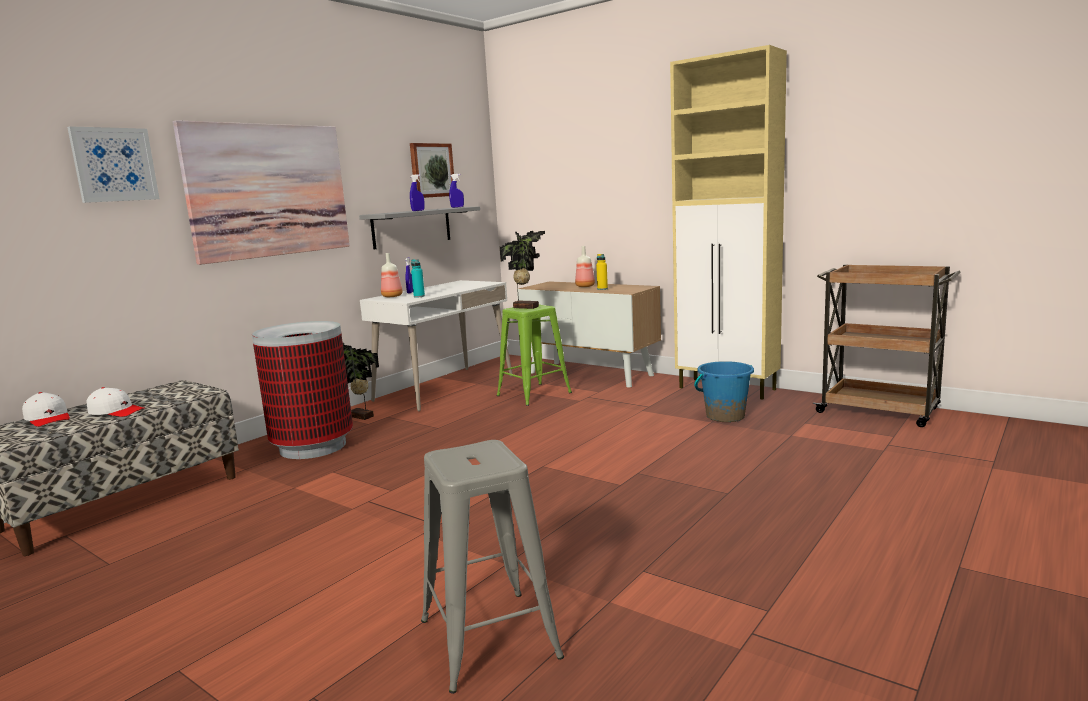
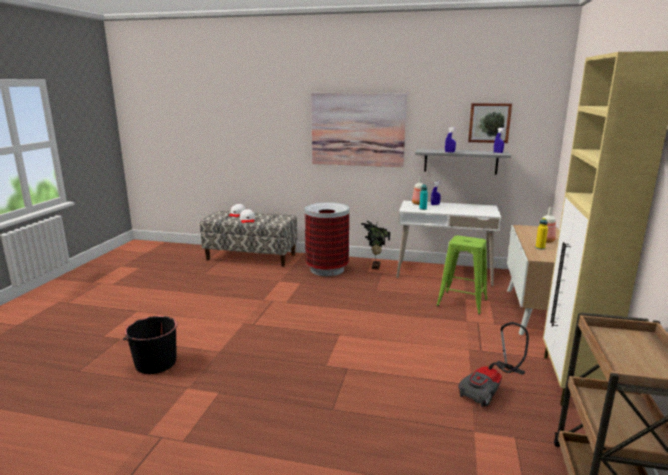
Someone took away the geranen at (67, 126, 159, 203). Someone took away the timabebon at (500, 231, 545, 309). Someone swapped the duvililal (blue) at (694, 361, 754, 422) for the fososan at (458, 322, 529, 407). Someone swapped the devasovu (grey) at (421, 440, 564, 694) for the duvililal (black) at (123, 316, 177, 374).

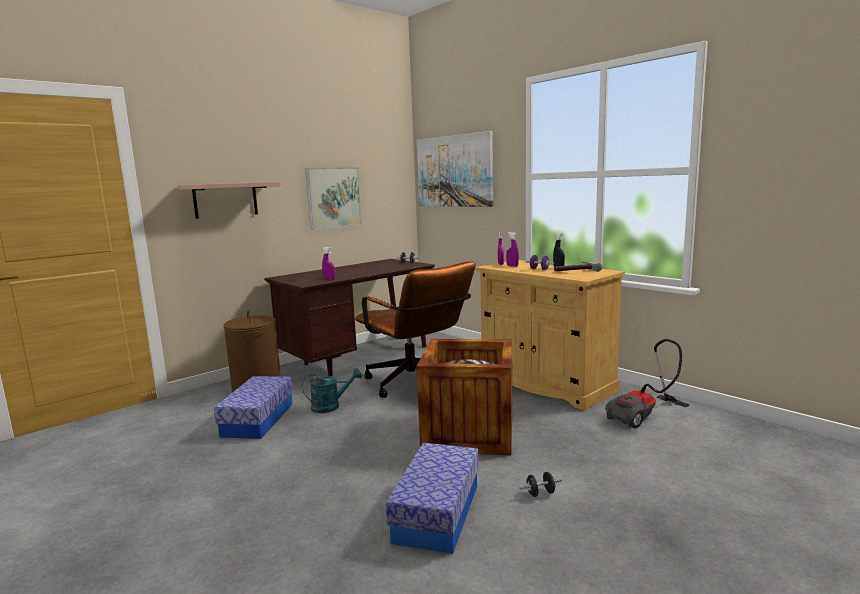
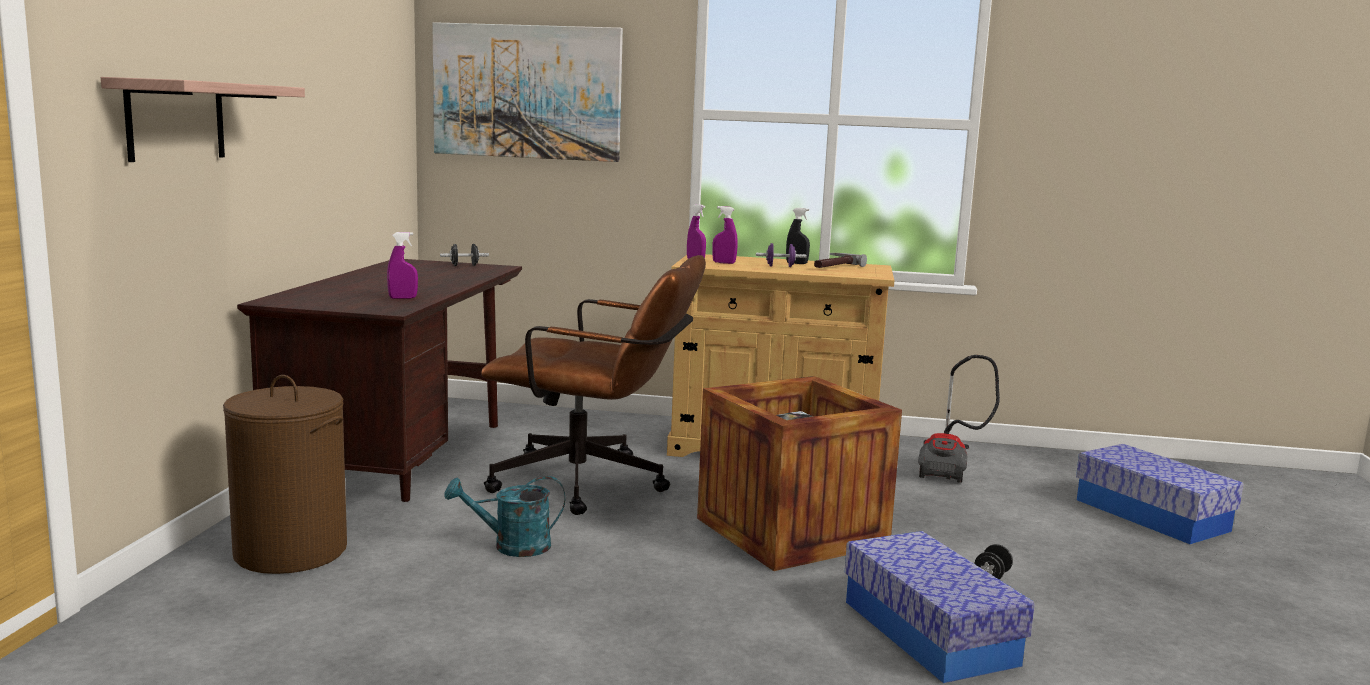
Someone took away the geranen at (305, 167, 362, 230). Someone rotated the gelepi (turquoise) at (302, 368, 362, 413) by 135 degrees counterclockwise. Someone carried the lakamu from (214, 376, 293, 439) to (1076, 444, 1244, 544).

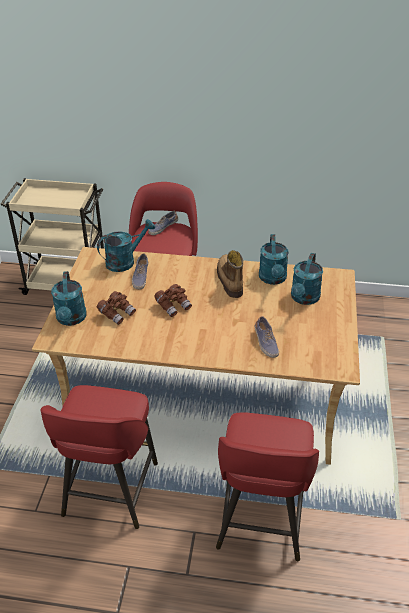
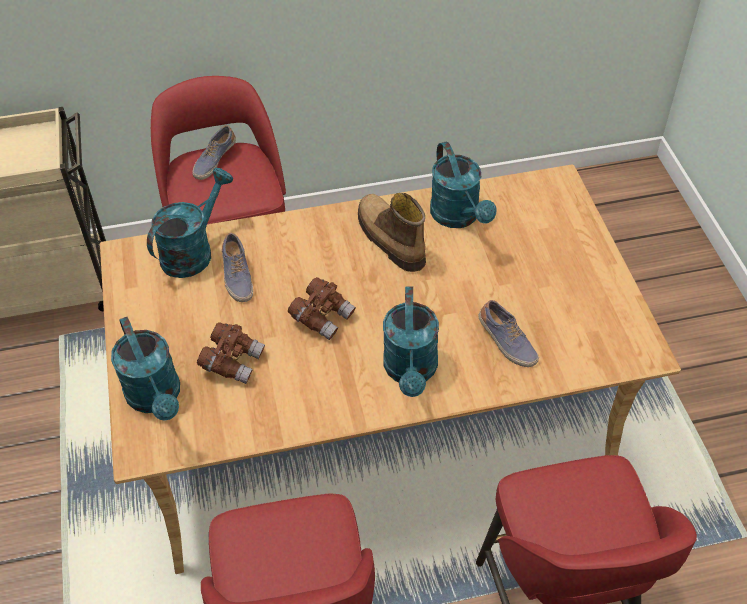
Someone carried the gelepi (turquoise) from (291, 253, 323, 305) to (383, 287, 439, 397).

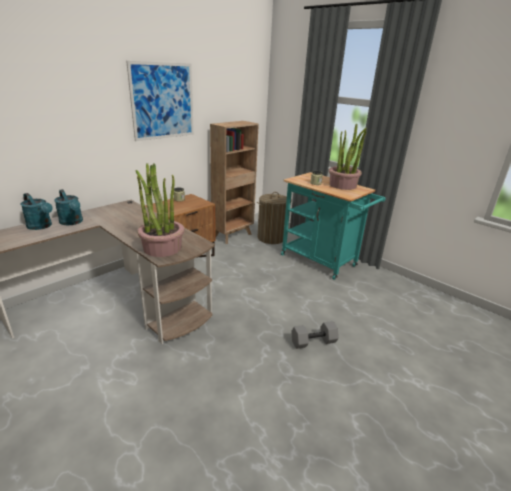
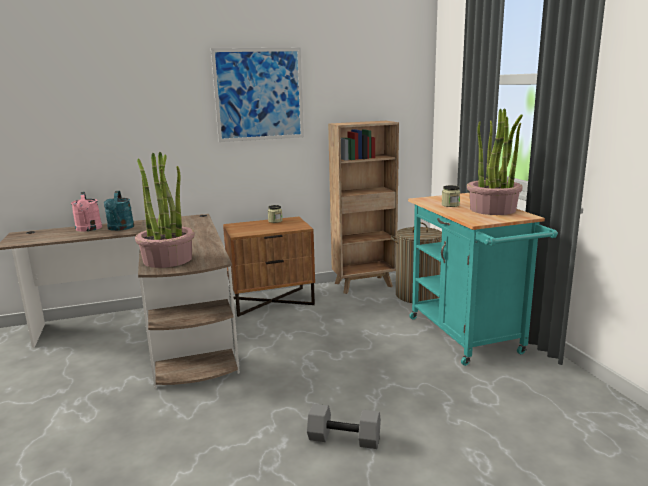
Someone repainted the gelepi (turquoise) at (21, 193, 53, 230), which became the gelepi (pink) at (71, 192, 102, 231).

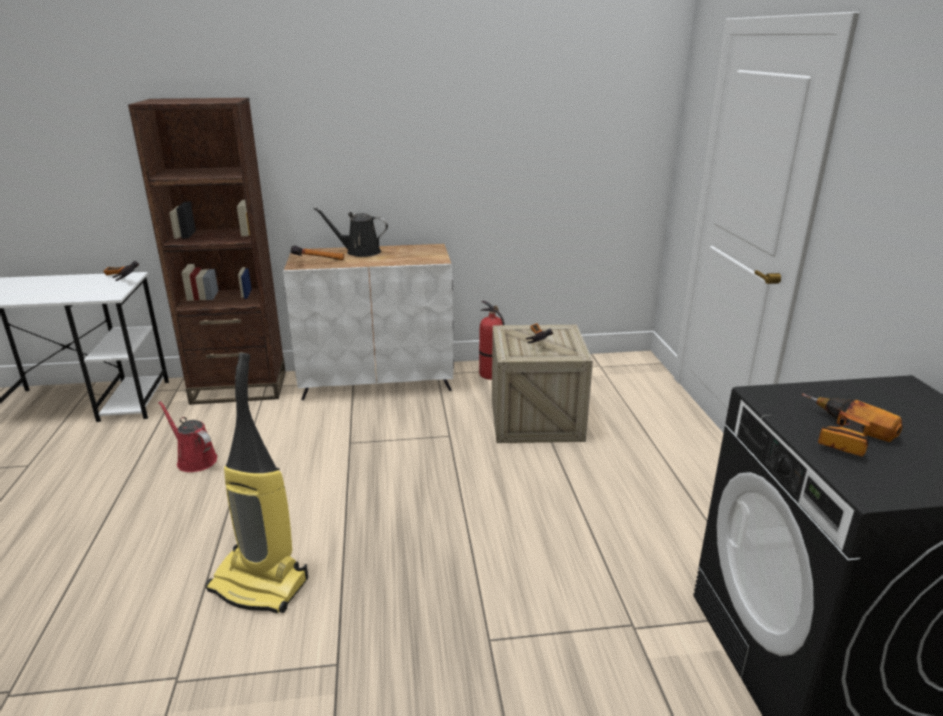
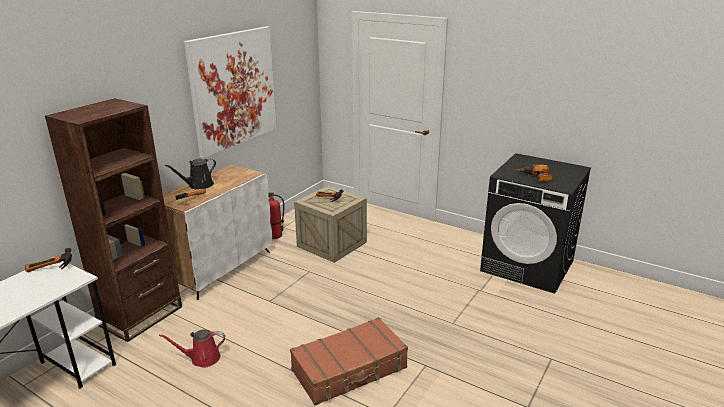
Someone swapped the fososan at (206, 353, 308, 614) for the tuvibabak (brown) at (290, 317, 408, 406). Someone put up the geranen at (184, 26, 277, 158).

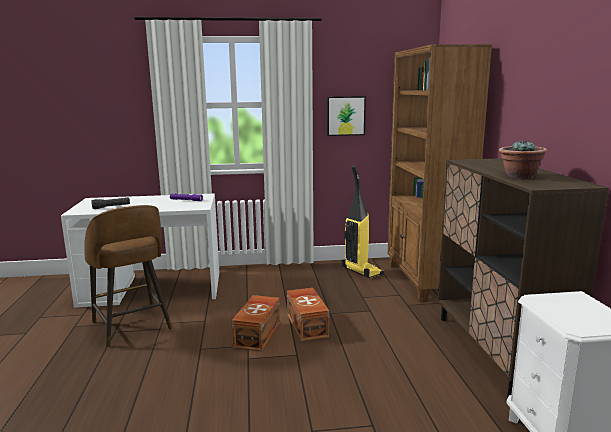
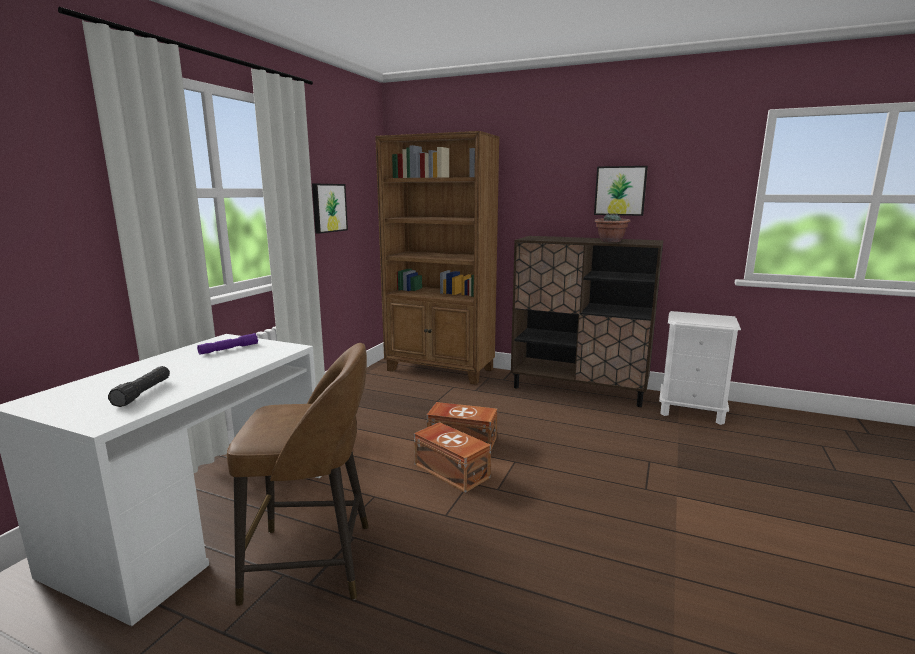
Someone took away the fososan at (342, 165, 384, 278). Someone put up the geranen at (594, 166, 648, 216).

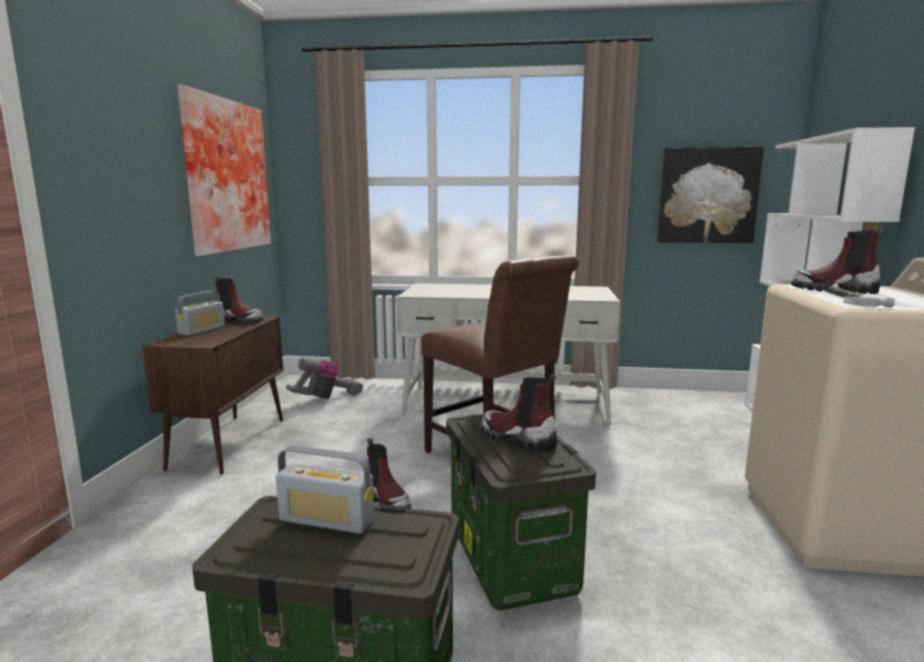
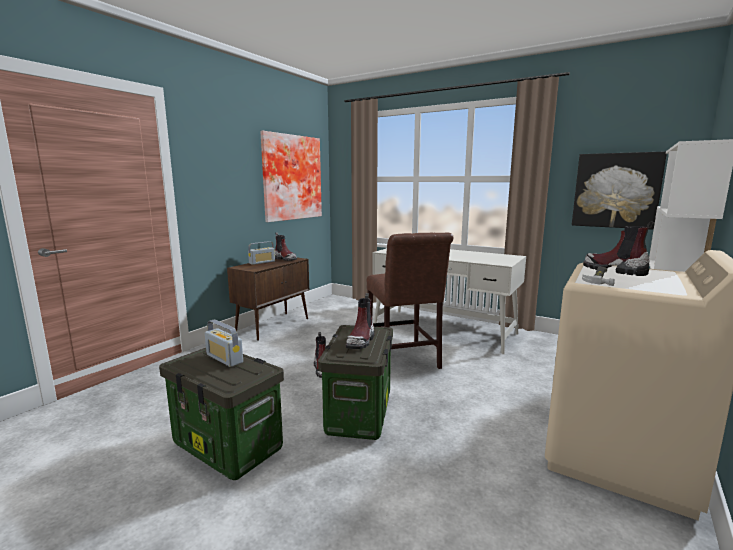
Someone took away the fososan at (286, 358, 363, 399). Someone rotated the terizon at (481, 375, 557, 453) by 135 degrees counterclockwise.

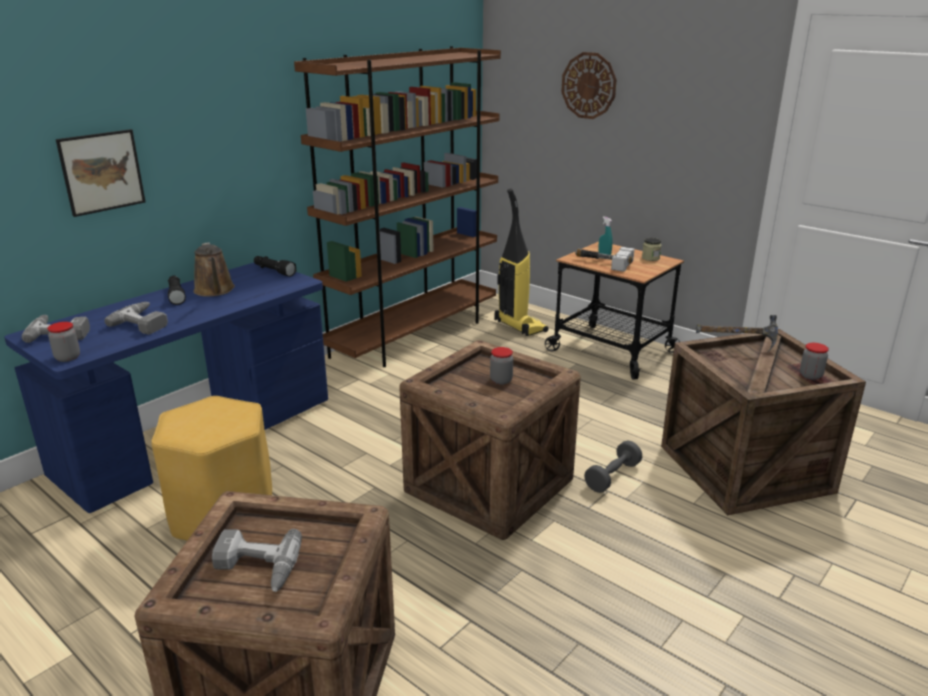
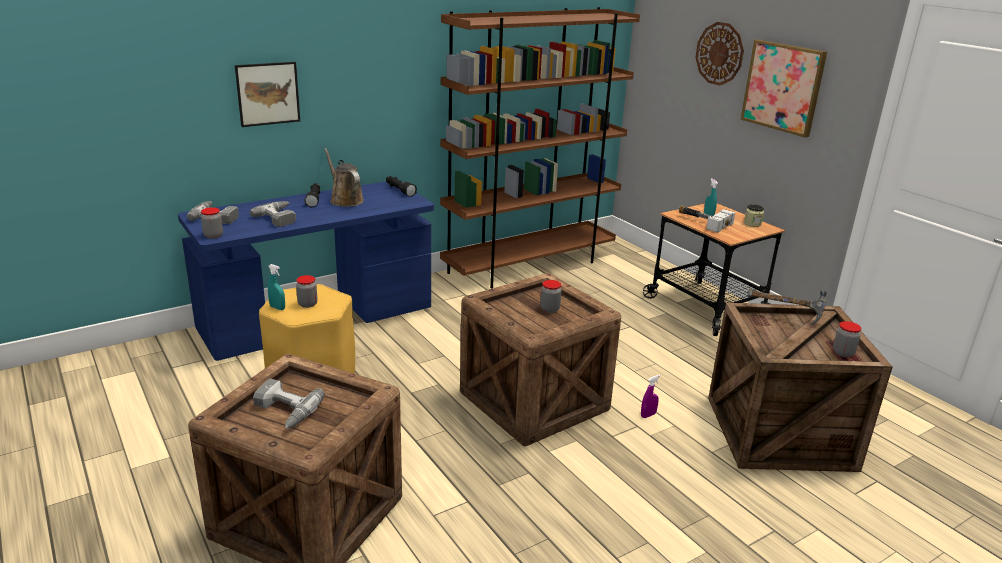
Someone took away the fososan at (495, 188, 549, 336). Someone rotated the gelepi (brown) at (194, 242, 235, 297) by 150 degrees clockwise. Someone swapped the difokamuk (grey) at (584, 441, 642, 493) for the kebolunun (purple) at (641, 375, 660, 418). Someone put up the geranen at (741, 39, 827, 138). Someone put down the kebolunun (turquoise) at (268, 264, 285, 310). Someone put down the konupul at (296, 275, 318, 308).

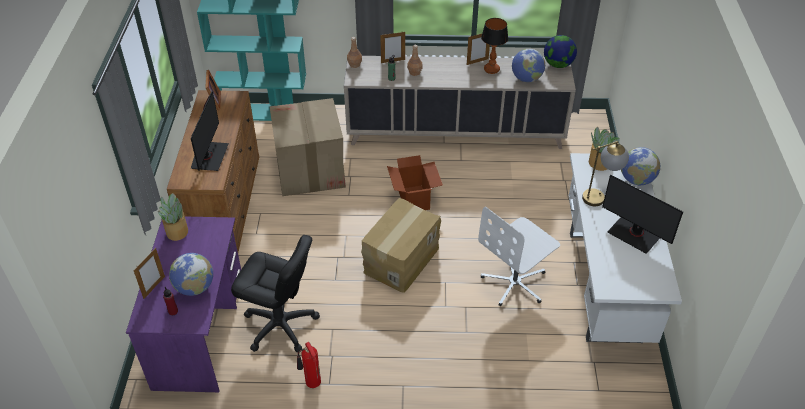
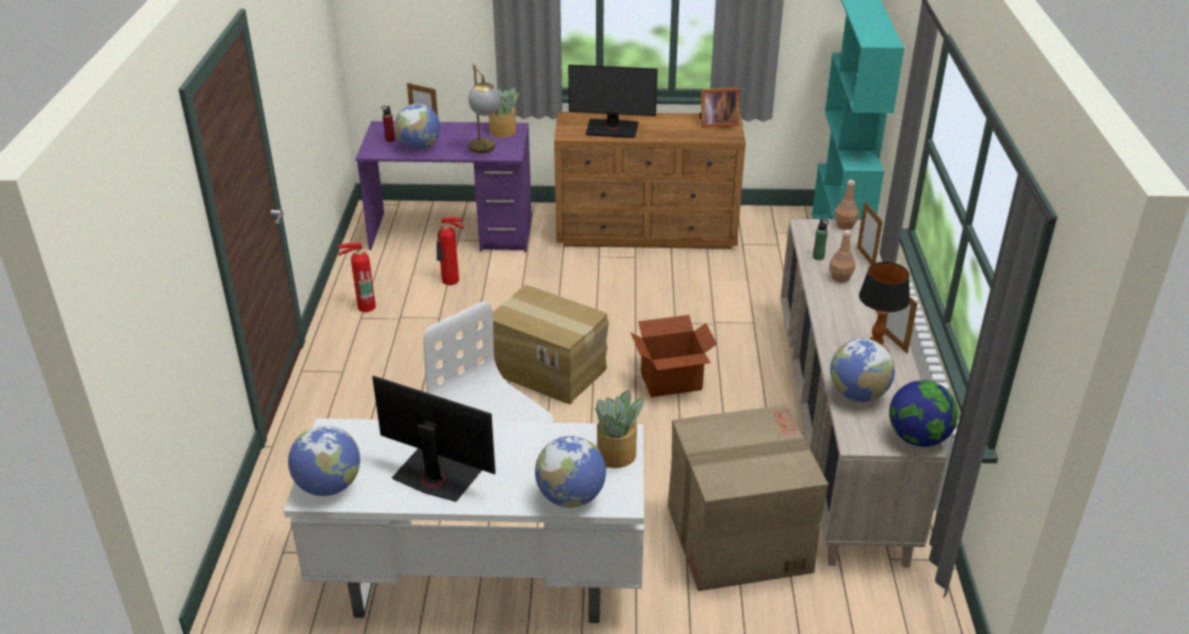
Someone carried the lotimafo from (269, 98, 346, 196) to (668, 405, 828, 591). Someone carried the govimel from (582, 141, 629, 206) to (468, 63, 501, 154). Someone rotated the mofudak at (602, 175, 683, 253) by 75 degrees clockwise. Someone swapped the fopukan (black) at (231, 235, 320, 353) for the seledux at (437, 217, 465, 285). Someone put down the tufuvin at (288, 425, 360, 496).

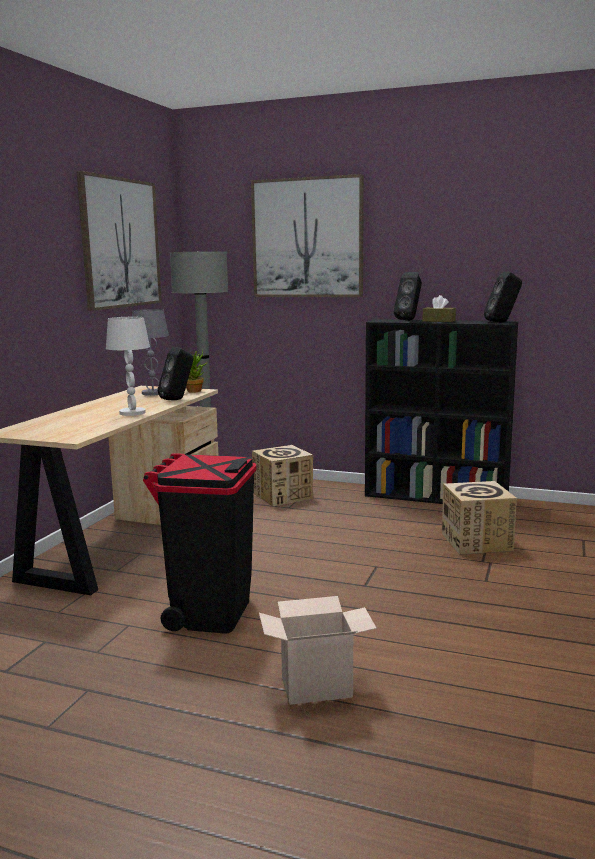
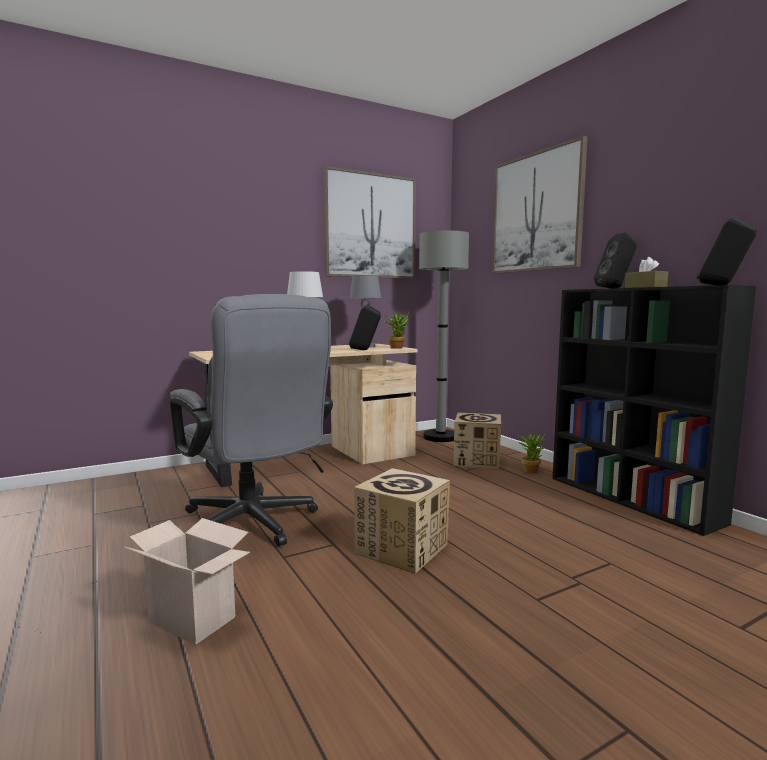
Someone swapped the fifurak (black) at (143, 453, 256, 634) for the fopukan (grey) at (170, 294, 333, 546). Someone carried the lotimafo from (442, 481, 517, 555) to (354, 468, 450, 574). Someone put down the timabebon at (517, 434, 545, 473).

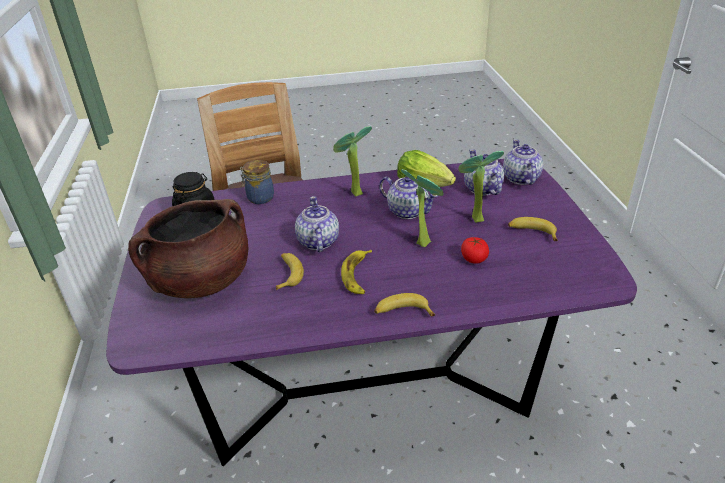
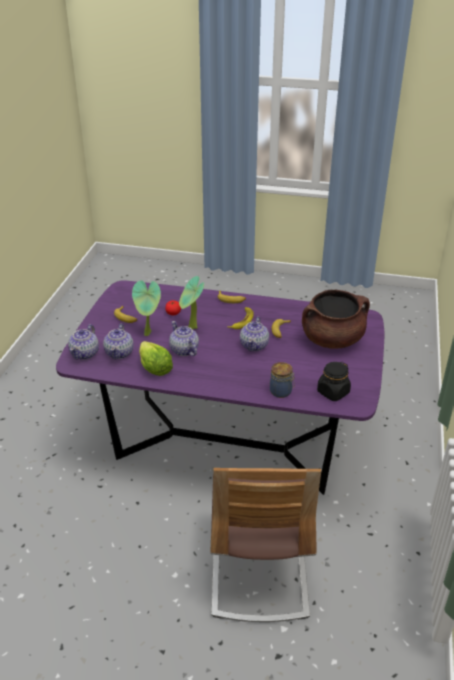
Someone took away the timabebon at (333, 126, 372, 196).

